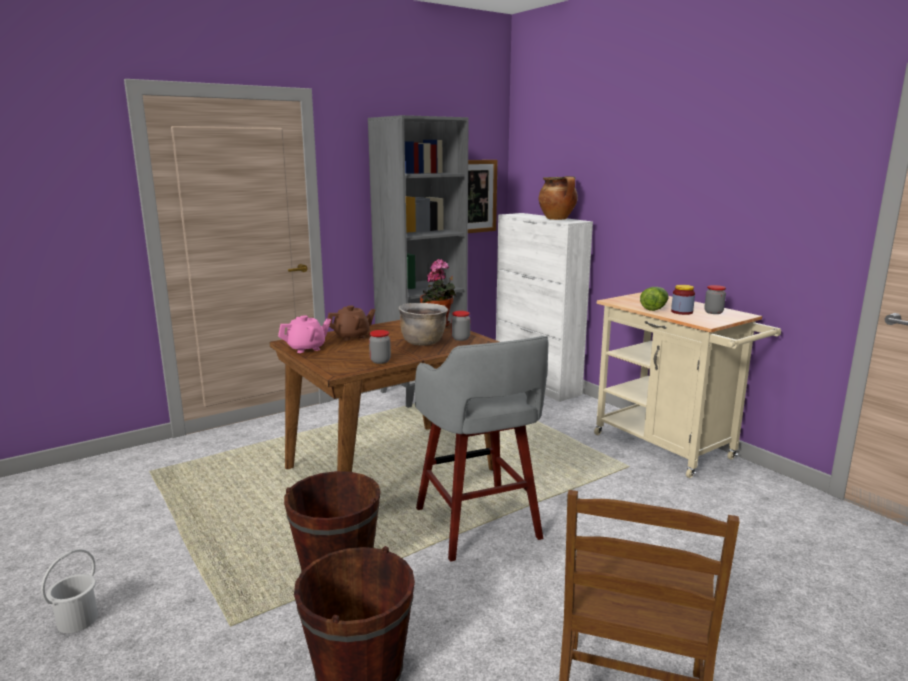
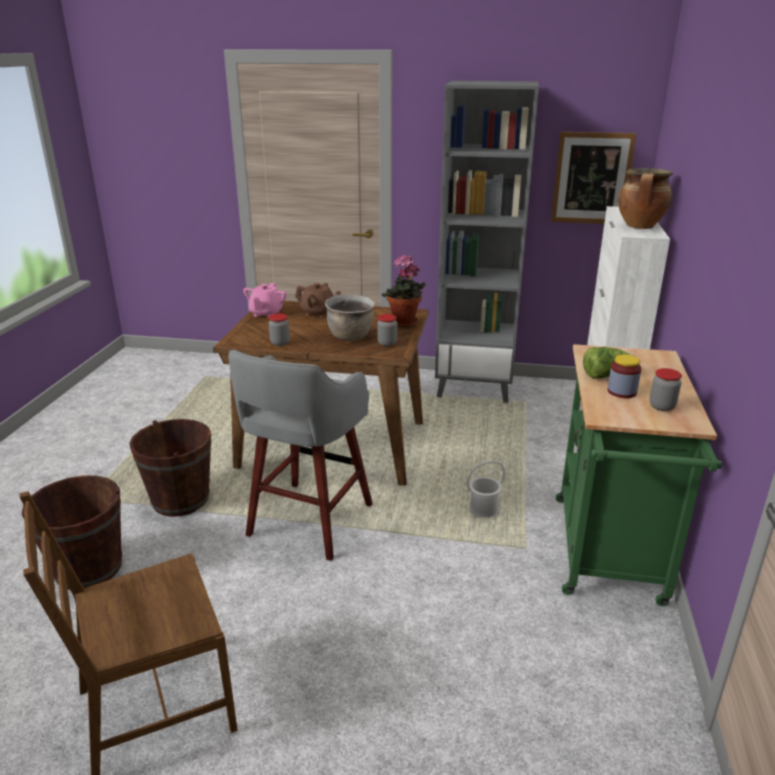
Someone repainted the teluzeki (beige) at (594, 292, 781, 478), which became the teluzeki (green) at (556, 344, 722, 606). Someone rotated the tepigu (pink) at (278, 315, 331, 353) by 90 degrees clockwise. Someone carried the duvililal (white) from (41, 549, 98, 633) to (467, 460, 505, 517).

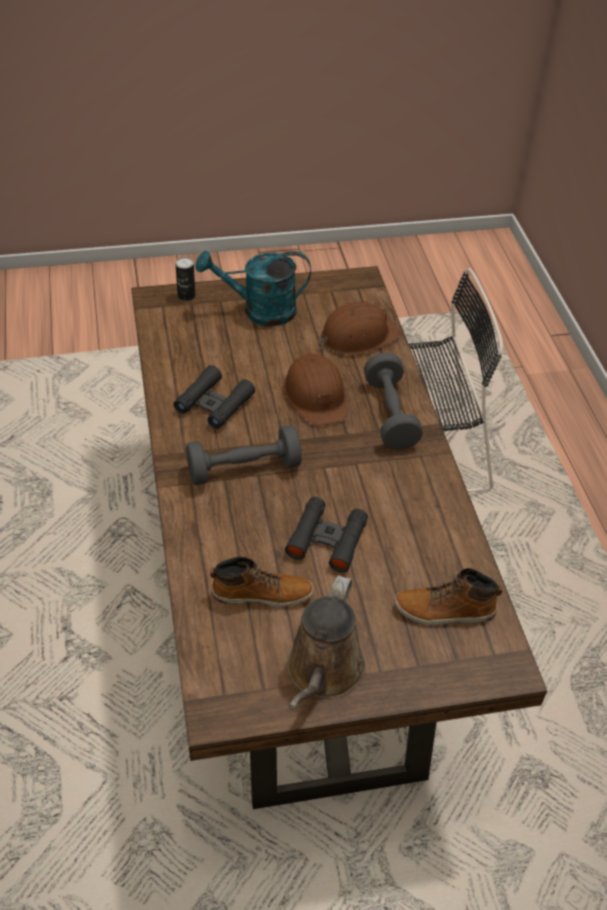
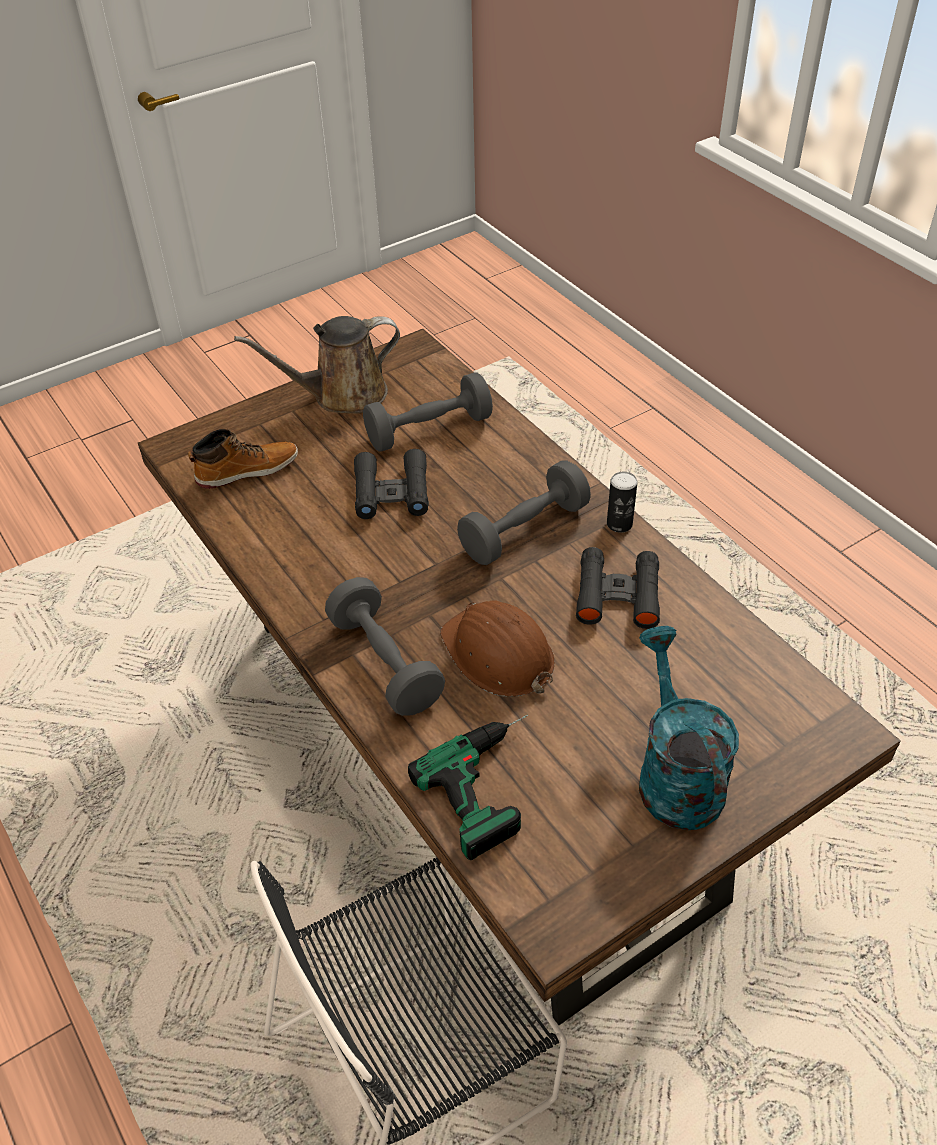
Someone rotated the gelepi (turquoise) at (195, 250, 311, 326) by 75 degrees counterclockwise. Someone carried the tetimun from (175, 257, 195, 301) to (607, 471, 637, 533). Someone swapped the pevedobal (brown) at (318, 302, 401, 355) for the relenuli at (408, 715, 528, 861). Someone swapped the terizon at (210, 557, 314, 607) for the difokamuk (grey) at (363, 373, 493, 452). Someone rotated the gelepi (brown) at (287, 575, 365, 709) by 105 degrees counterclockwise.

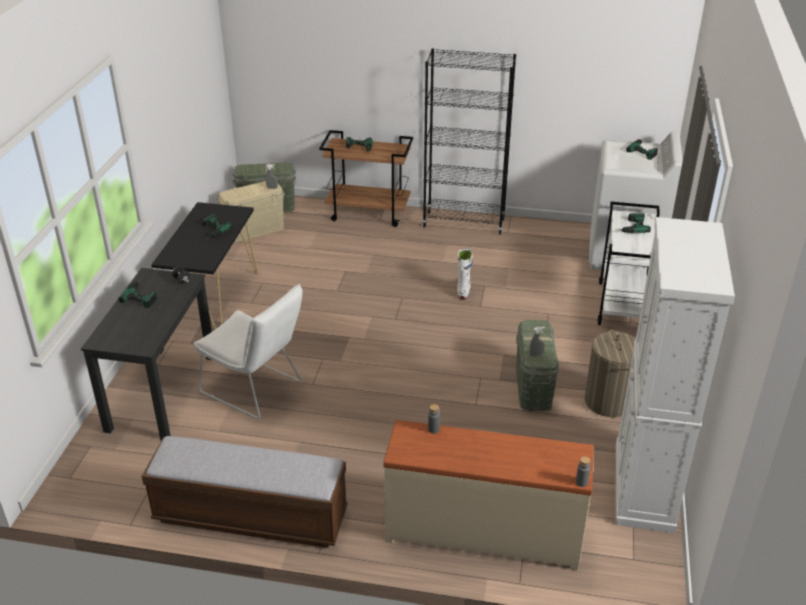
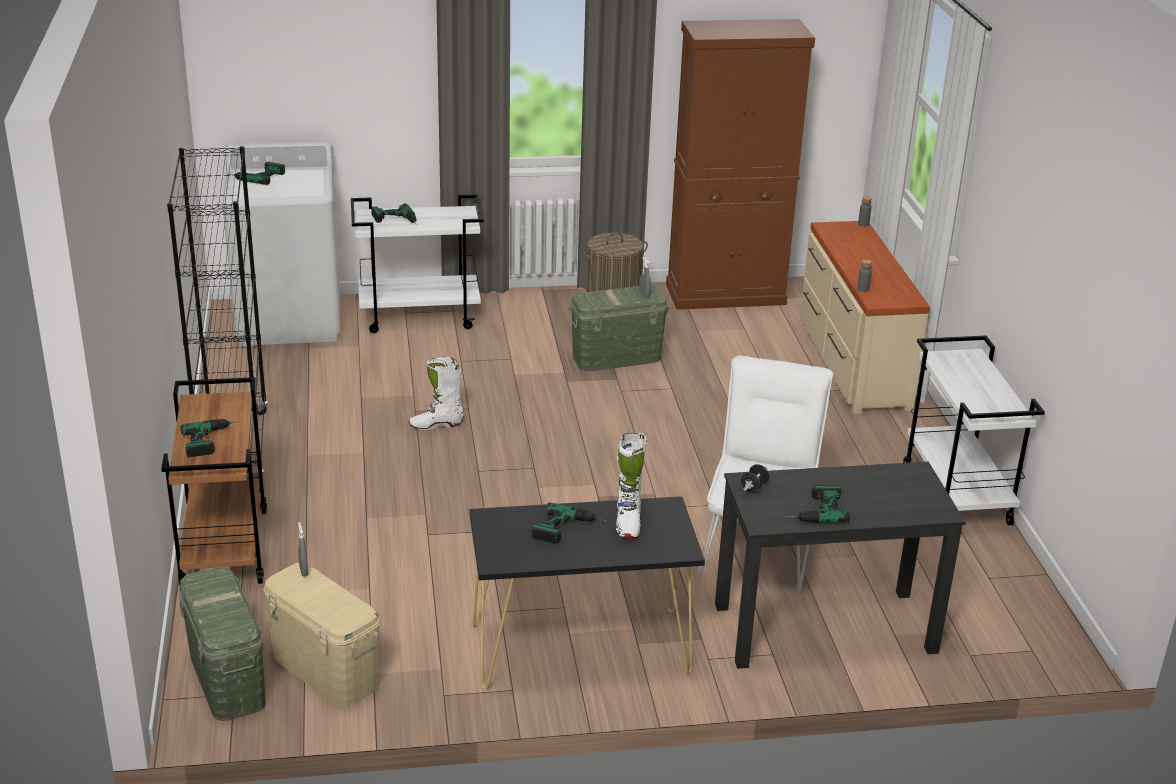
Someone repainted the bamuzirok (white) at (615, 217, 735, 533), which became the bamuzirok (brown) at (666, 19, 815, 310). Someone swapped the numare at (142, 436, 348, 548) for the teluzeki (white) at (903, 336, 1045, 525). Someone put down the terizon (white) at (616, 433, 647, 539).

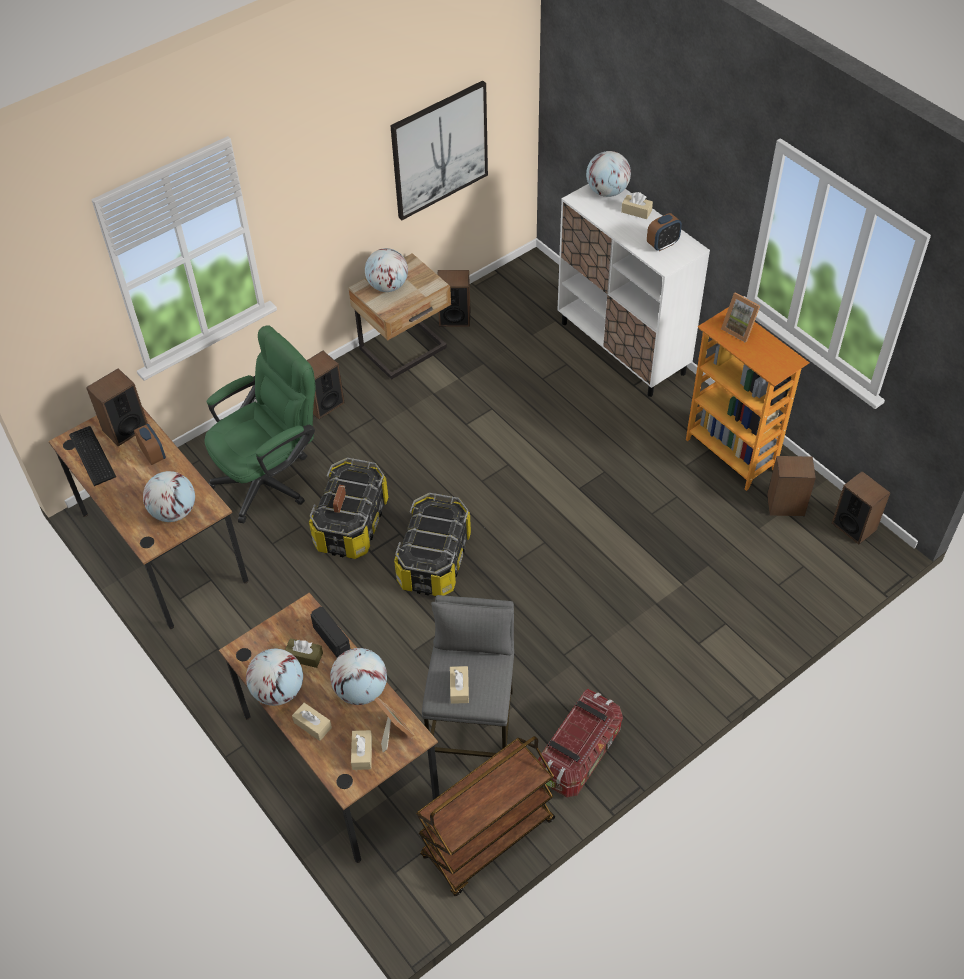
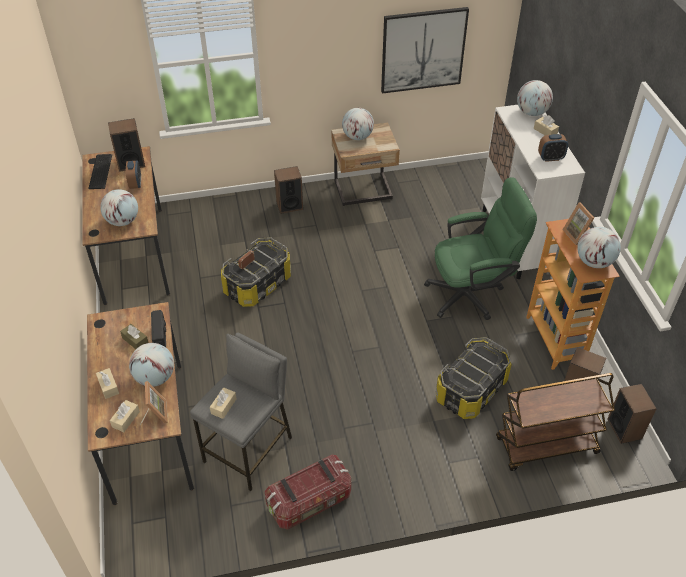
Someone took away the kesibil at (438, 270, 470, 326). Someone carried the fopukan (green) from (204, 325, 316, 523) to (424, 177, 537, 320). Someone carried the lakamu from (394, 493, 471, 596) to (436, 337, 512, 419). Someone carried the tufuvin from (246, 649, 303, 706) to (577, 227, 621, 268). Someone carried the teluzeki (brown) from (416, 736, 555, 896) to (496, 373, 615, 471).

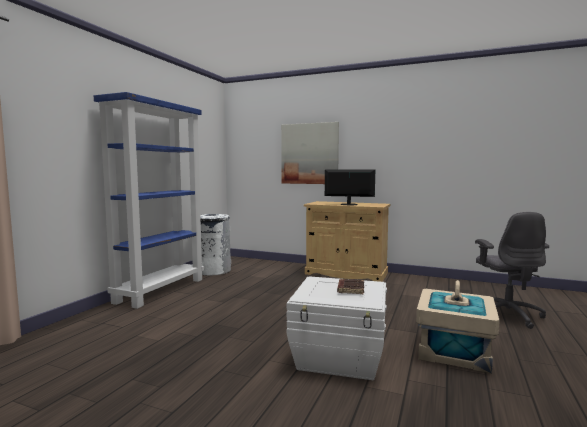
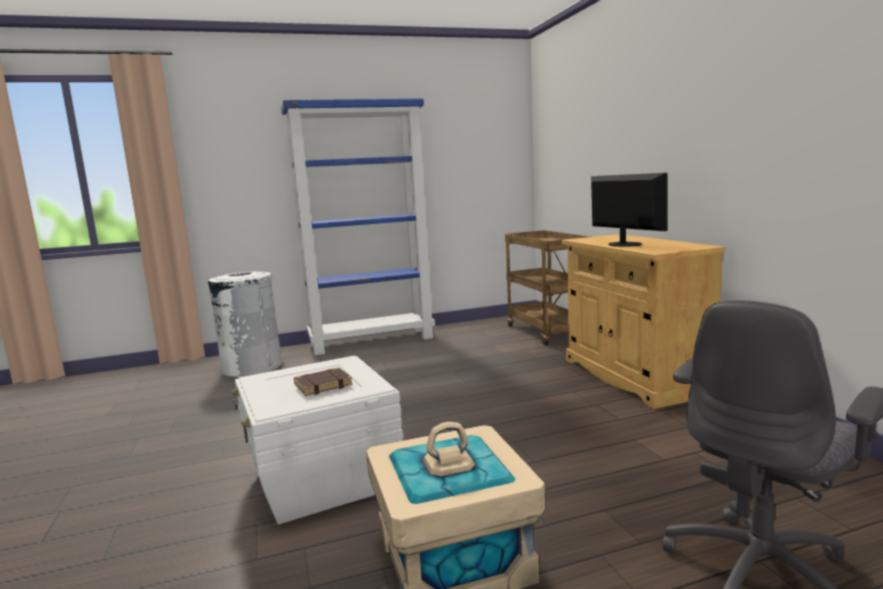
Someone took away the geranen at (281, 122, 339, 184). Someone carried the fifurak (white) from (200, 214, 231, 276) to (208, 271, 282, 377). Someone put down the teluzeki (brown) at (505, 230, 591, 345).

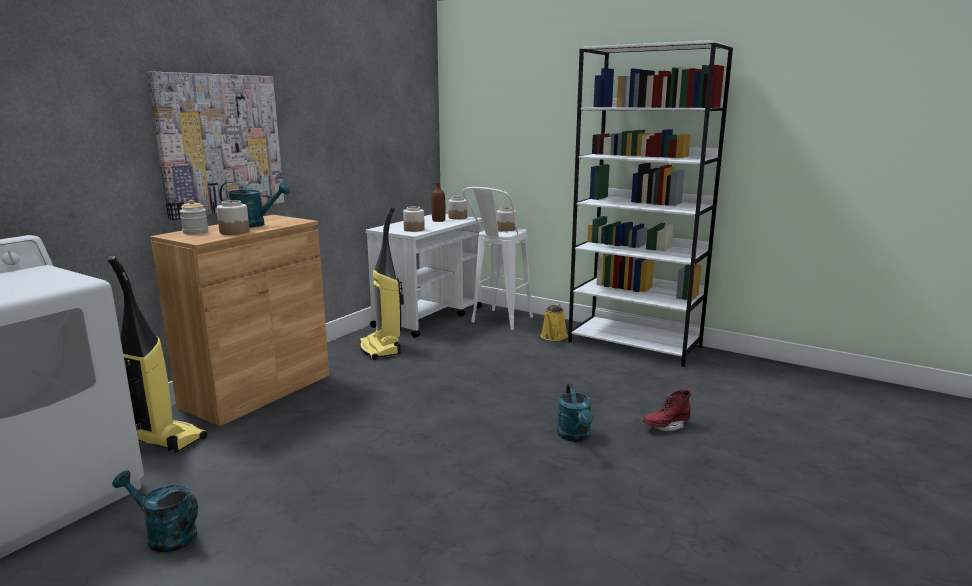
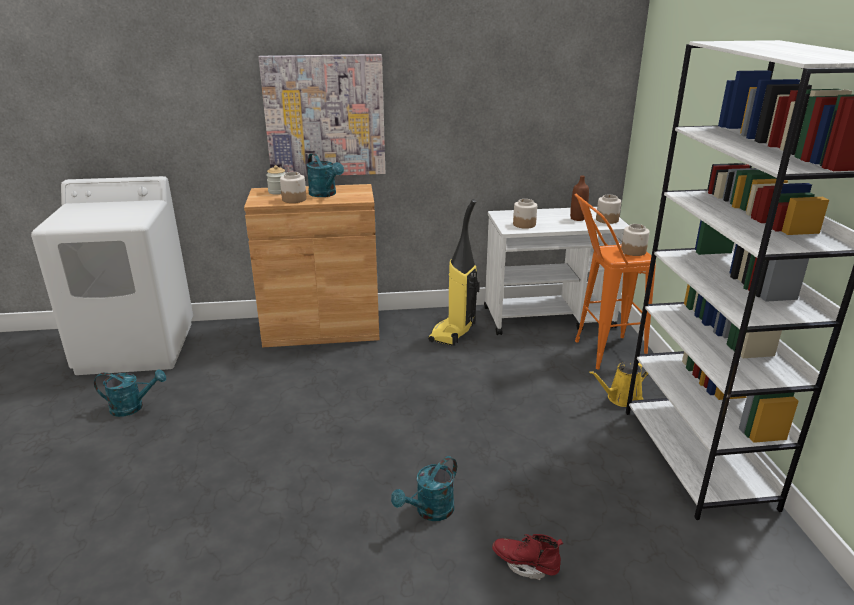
Someone repainted the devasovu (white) at (463, 187, 533, 330), which became the devasovu (orange) at (574, 194, 656, 370). Someone took away the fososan at (107, 256, 207, 453). Someone rotated the gelepi (turquoise) at (112, 470, 198, 552) by 105 degrees clockwise.

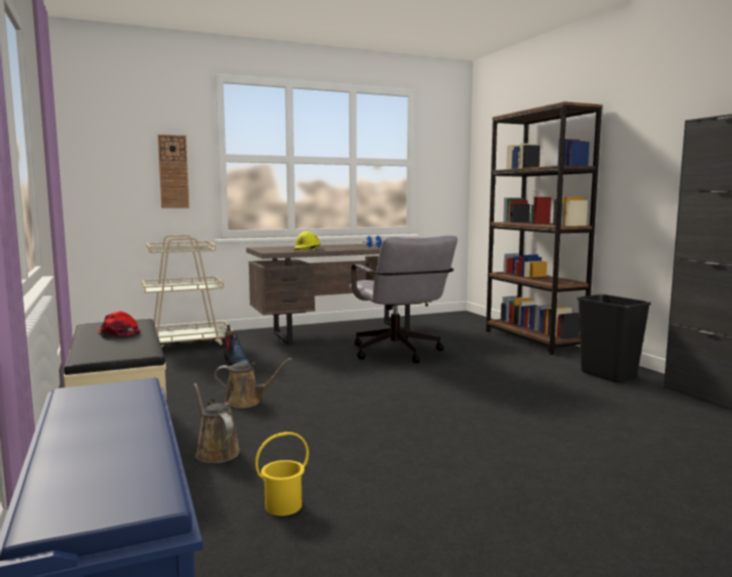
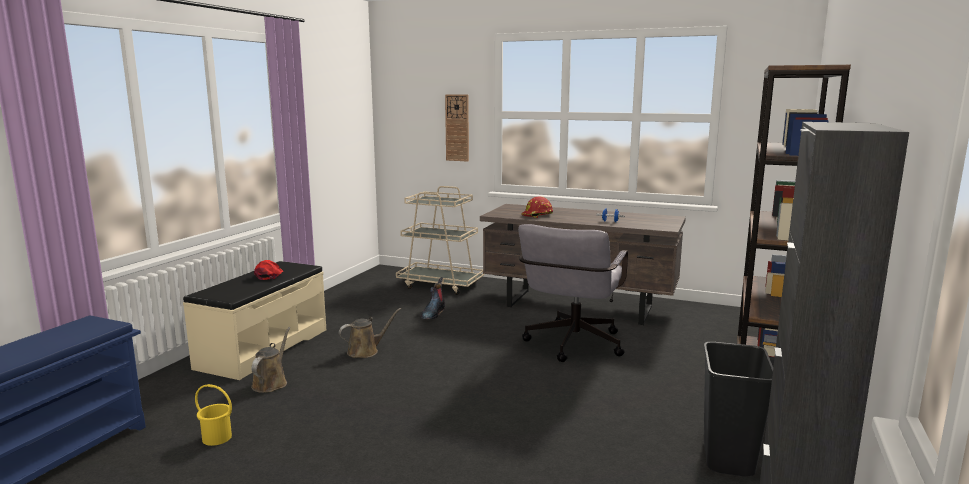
Someone repainted the pevedobal (yellow) at (294, 231, 321, 250), which became the pevedobal (red) at (521, 196, 553, 218). Someone rotated the gelepi (brown) at (214, 358, 292, 408) by 75 degrees counterclockwise.

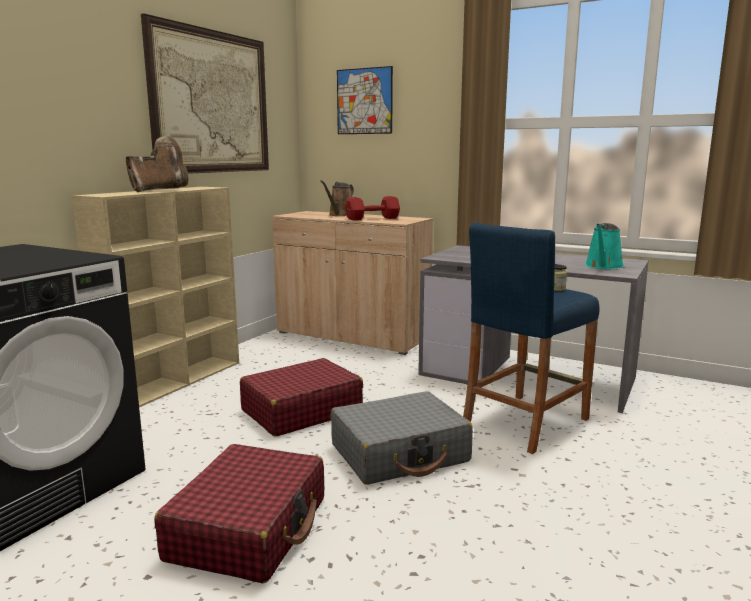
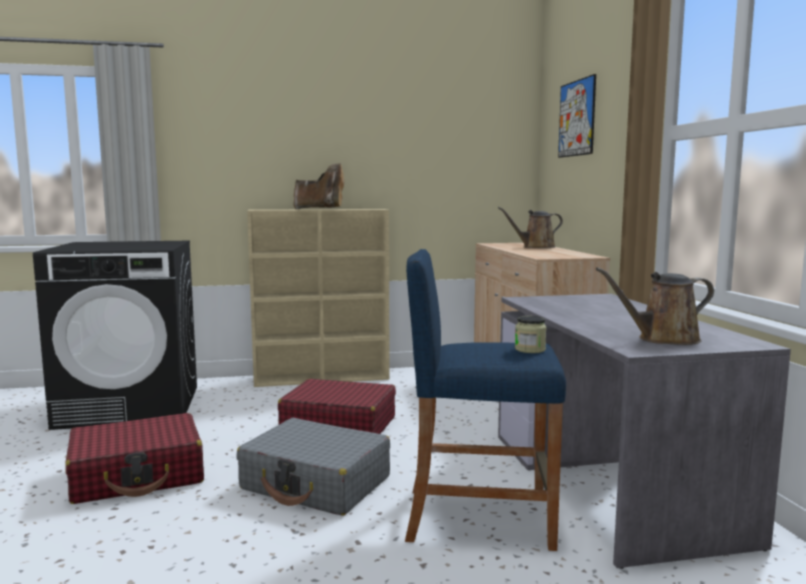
Someone took away the geranen at (141, 13, 269, 174). Someone took away the difokamuk (red) at (345, 196, 400, 221). Someone repainted the gelepi (turquoise) at (585, 223, 624, 269), which became the gelepi (brown) at (596, 267, 714, 345).

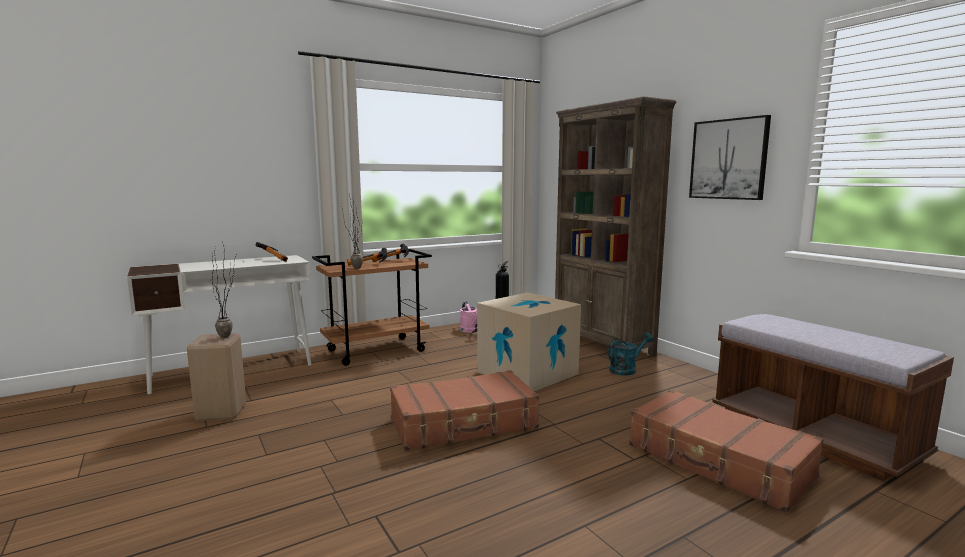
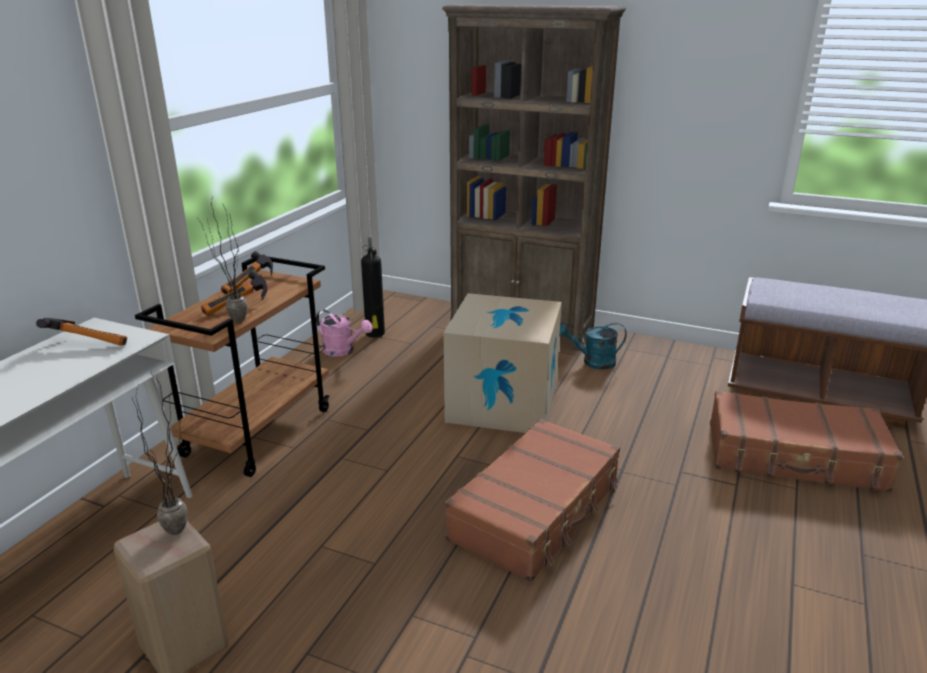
Someone took away the geranen at (689, 115, 771, 200). Someone rotated the gelepi (turquoise) at (608, 333, 654, 376) by 120 degrees counterclockwise.

